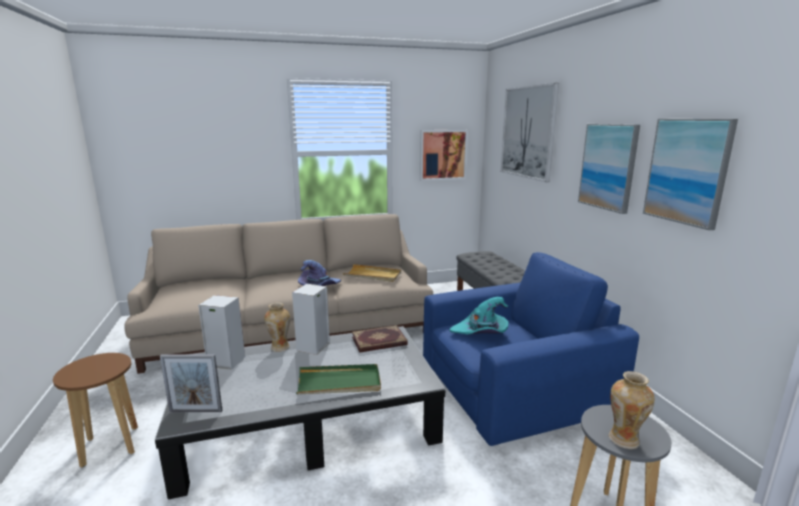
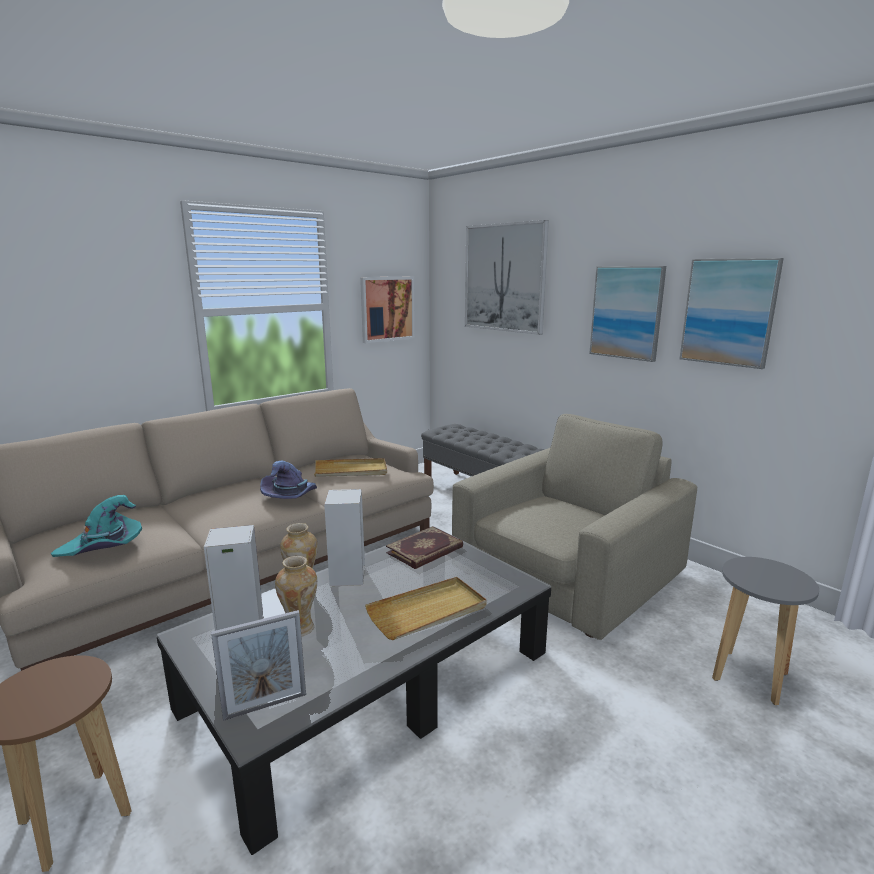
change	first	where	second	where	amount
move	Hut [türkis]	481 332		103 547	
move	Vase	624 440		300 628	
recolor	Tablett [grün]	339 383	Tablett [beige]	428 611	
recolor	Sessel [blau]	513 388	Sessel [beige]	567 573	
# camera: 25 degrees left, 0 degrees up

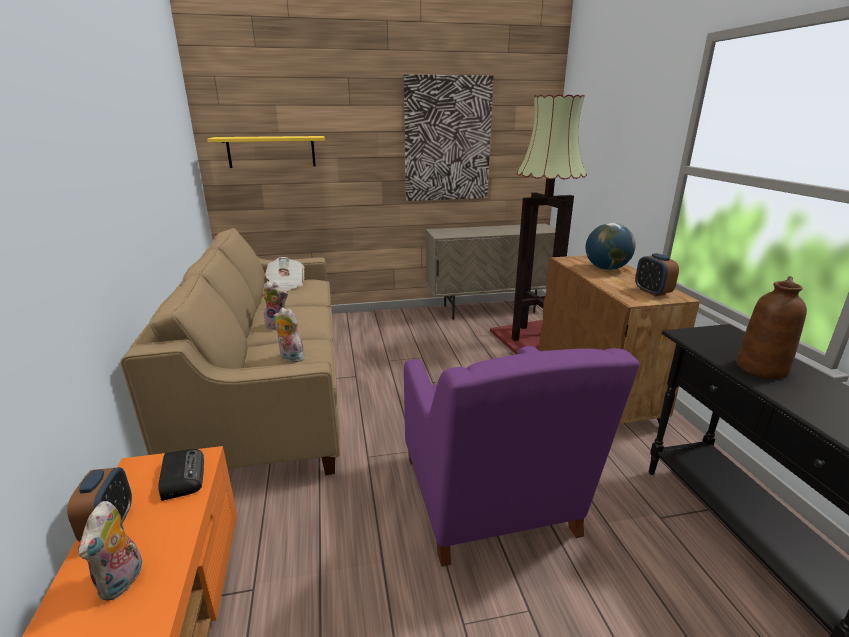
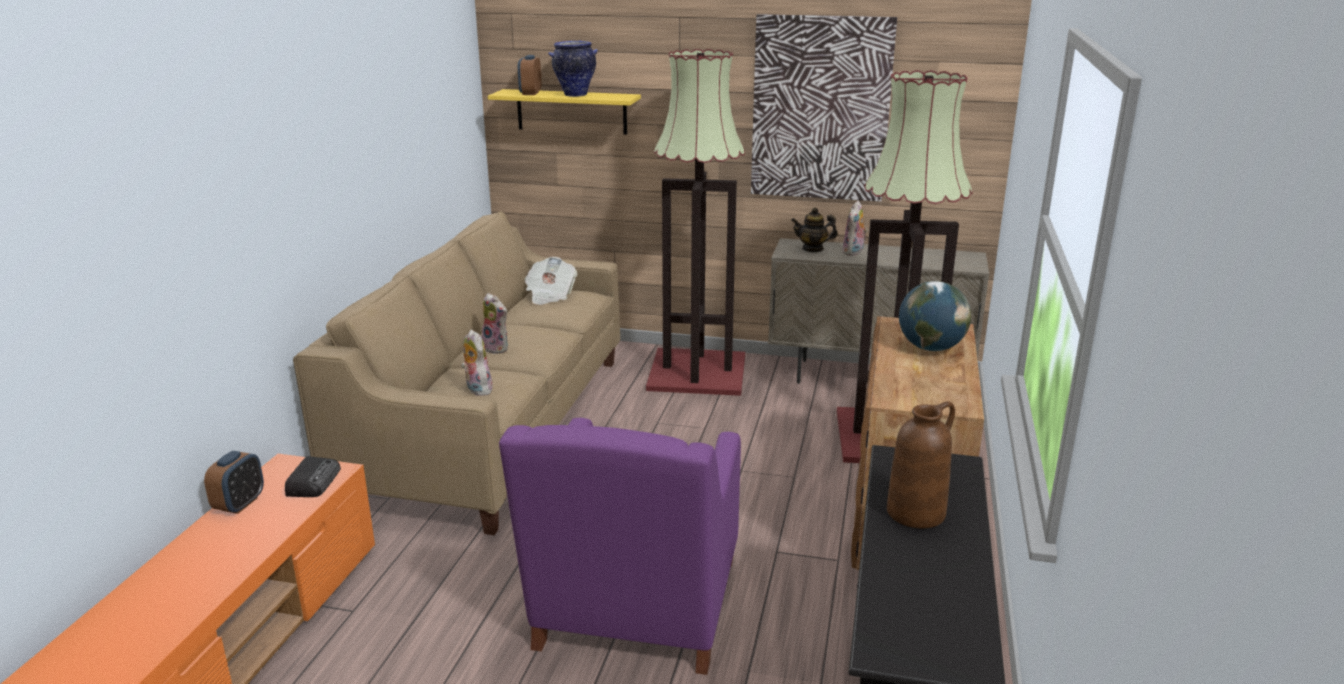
change	first	where	second	where	amount
move	Wecker	652 292		530 93	
insert			Vase	575 95	
insert			Stehlampe	698 373	
insert			Teekanne	813 249	
move	Plüschtier	123 581		854 252	
# camera: 25 degrees right, 0 degrees up

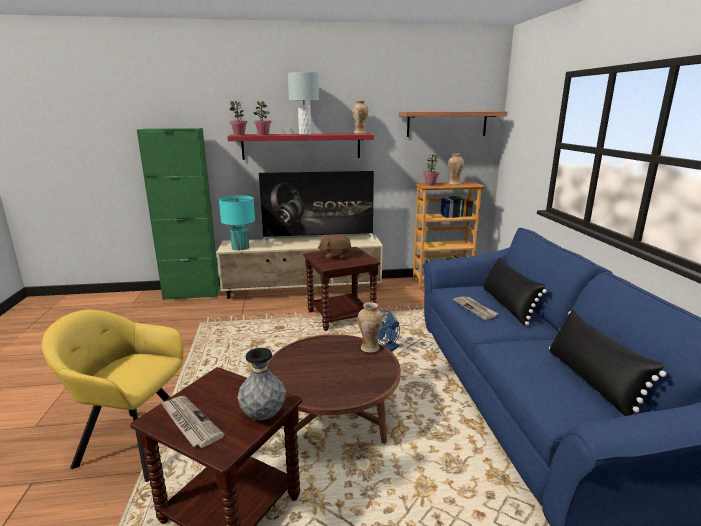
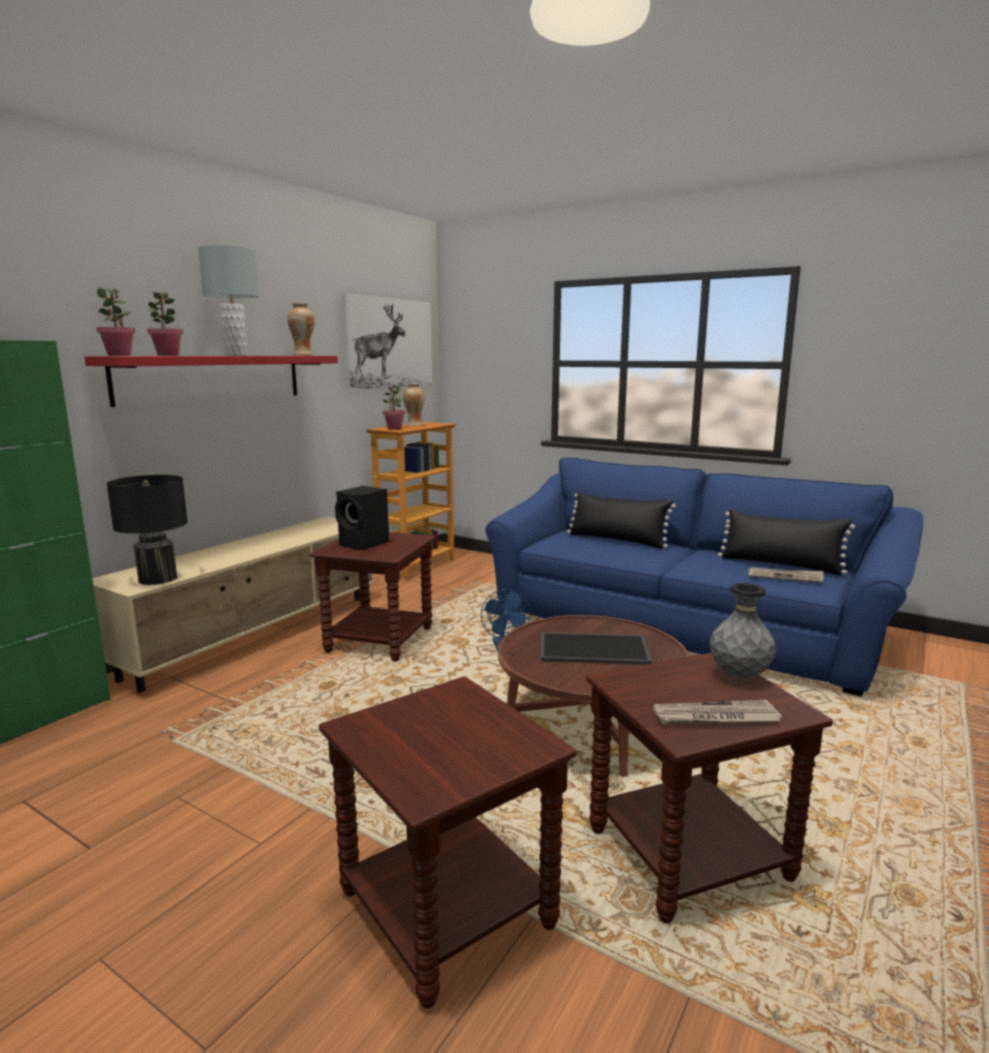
change	first	where	second	where	amount
recolor	Tischlampe [türkis]	240 247	Tischlampe [schwarz]	158 579	
replace	Sessel [gelb]	133 443	Beistelltisch [braun]	444 909	
replace	Plüschtier [braun]	335 256	Lautsprecher [schwarz]	365 544	
replace	Wandregal	447 123	Bild	389 343	
insert			Tablett	594 648	
move	Zeitung	475 309		785 577	
delete	Fernseher	319 240			
delete	Vase	370 348			
# camera: 50 degrees left, 5 degrees down

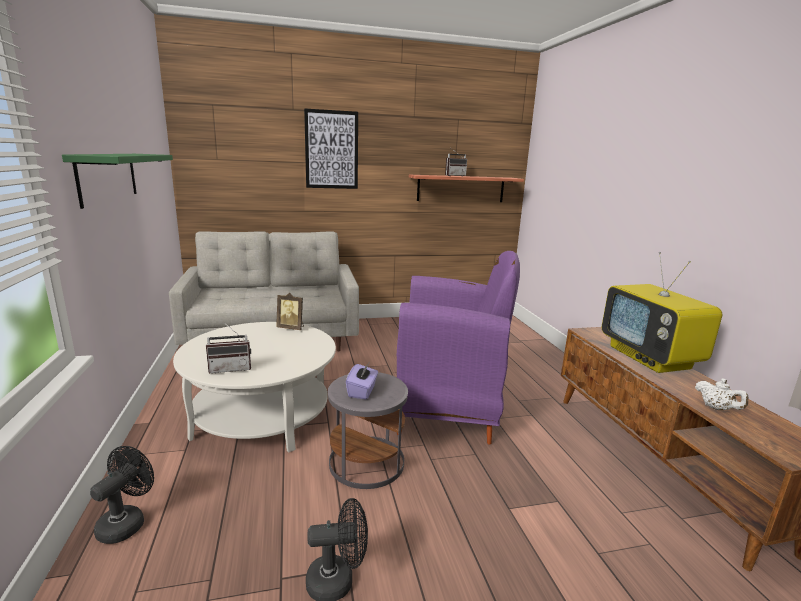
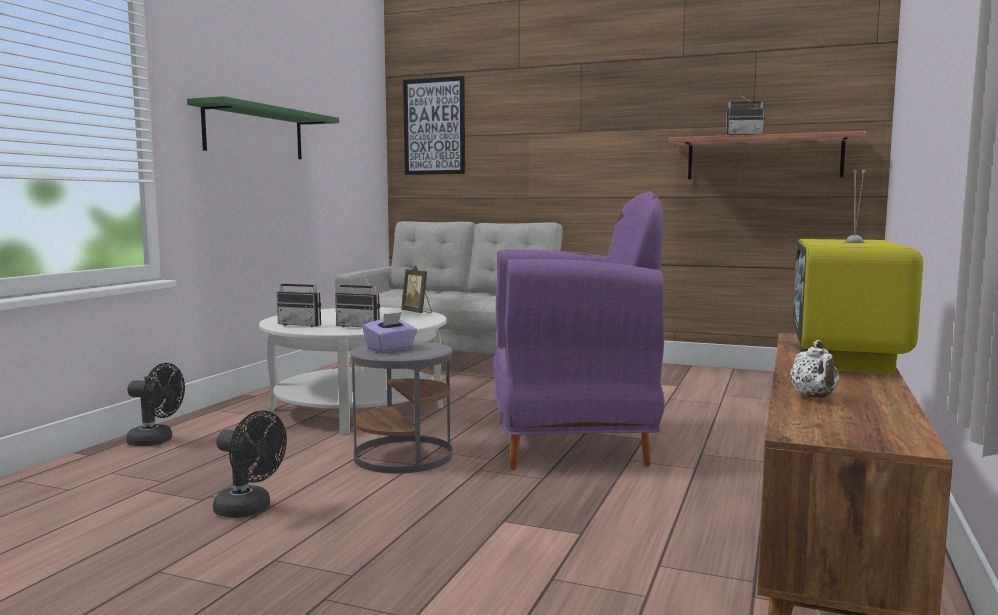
change	first	where	second	where	amount
rotate	Ventilator [schwarz]	127 522		157 441	45 degrees clockwise
insert			Radio	361 326	
move	Bild	331 150		434 126	
rotate	Sessel [lila]	448 411		573 443	45 degrees counterclockwise
# camera: 35 degrees right, 10 degrees down

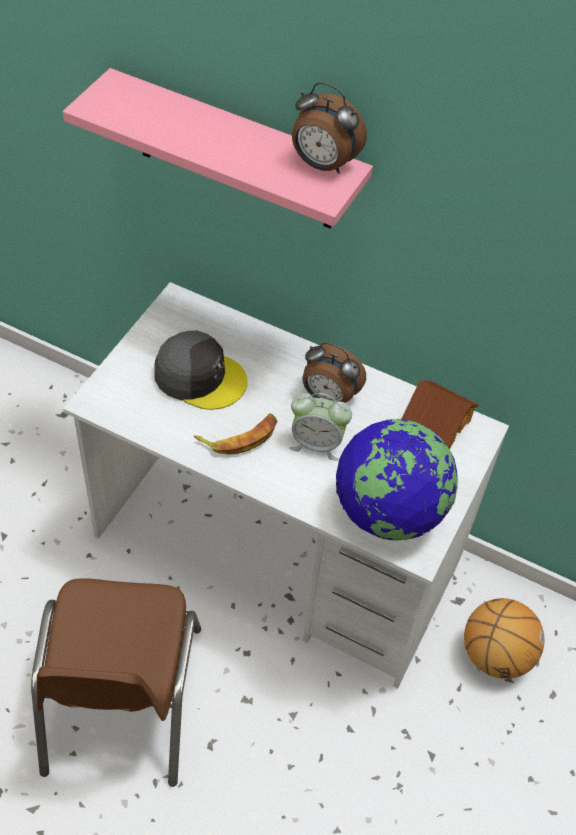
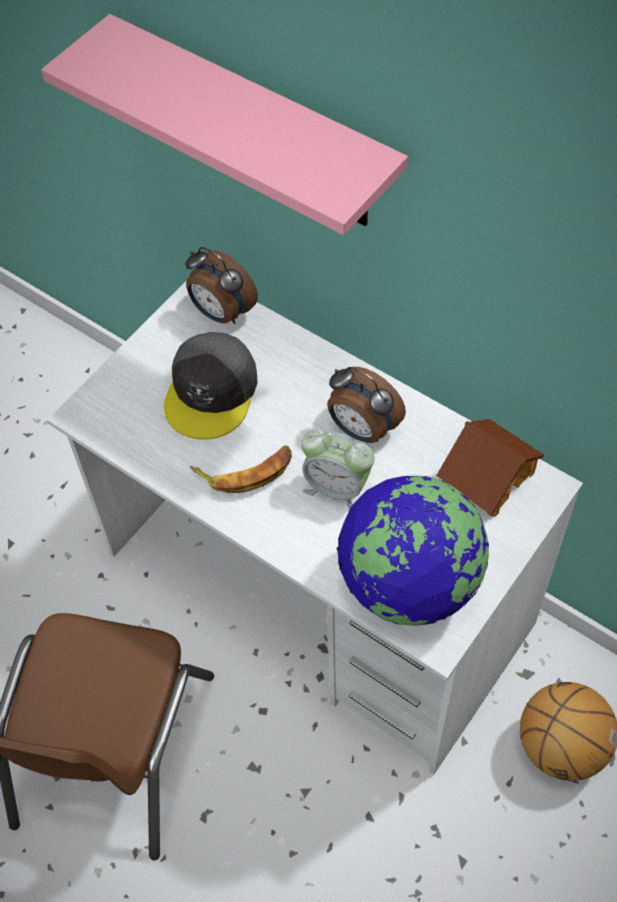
change	first	where	second	where	amount
rotate	Kappe [grau]	200 377		212 392	75 degrees clockwise
move	Wecker	322 165		221 313	
# camera: 15 degrees right, 5 degrees up

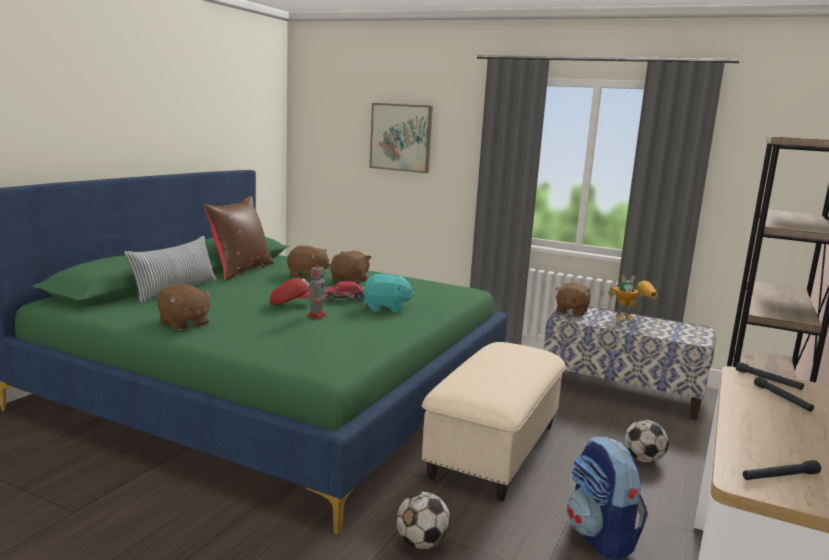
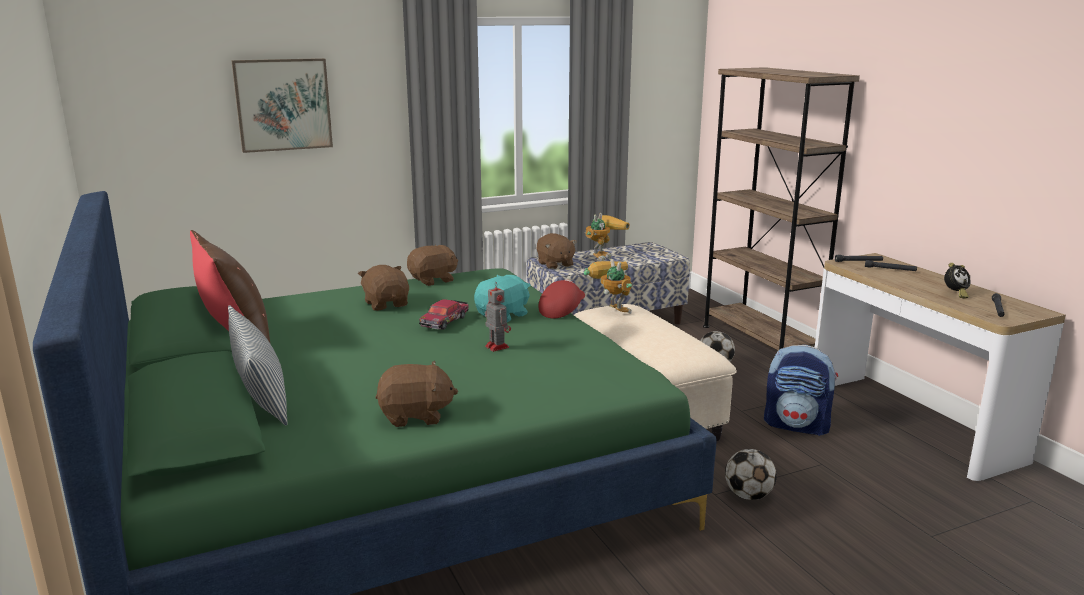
change	first	where	second	where	amount
move	Plüschtier [braun]	308 275		433 280	
move	Kappe [rot]	293 304		561 310	
insert			Spielzeugroboter	610 310	
insert			Wecker	955 294	
# camera: 50 degrees left, 5 degrees up

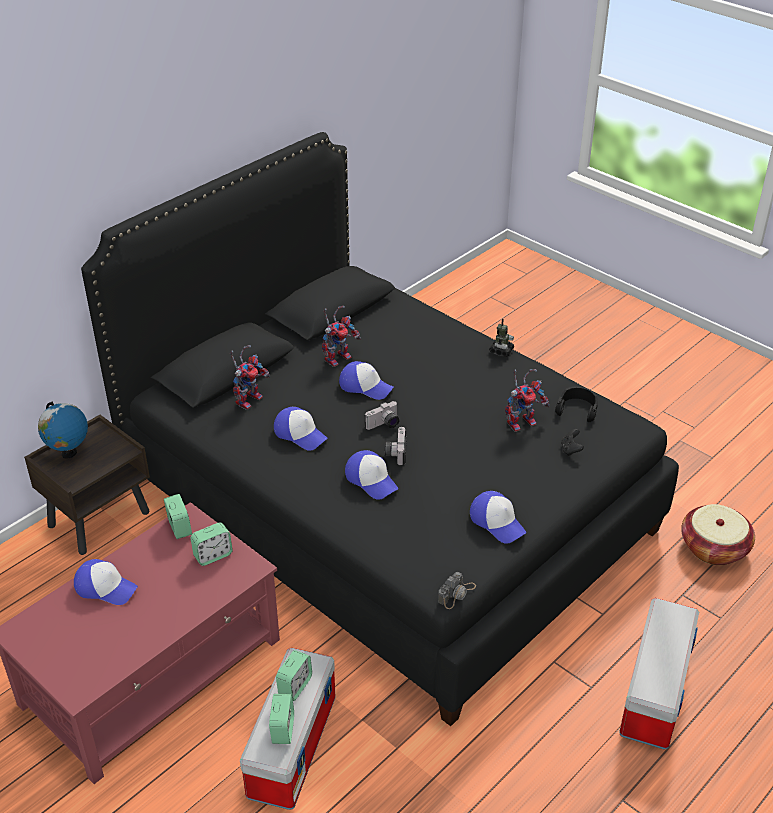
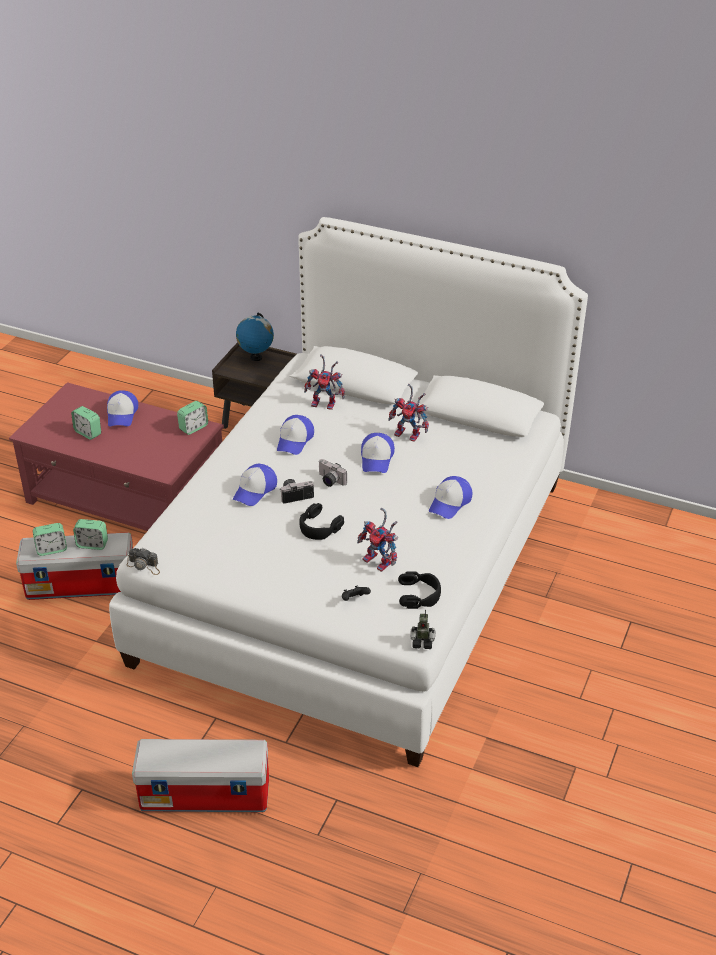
change	first	where	second	where	amount
move	Wecker	213 555		88 433	
recolor	Bett [schwarz]	385 504	Bett [weiß]	357 568	
insert			Kopfhörer [schwarz]	319 527	
move	Spielzeugroboter	501 351		422 642	
move	Kappe	497 522		450 502	
delete	Korb	714 548			
# camera: 70 degrees right, 0 degrees up

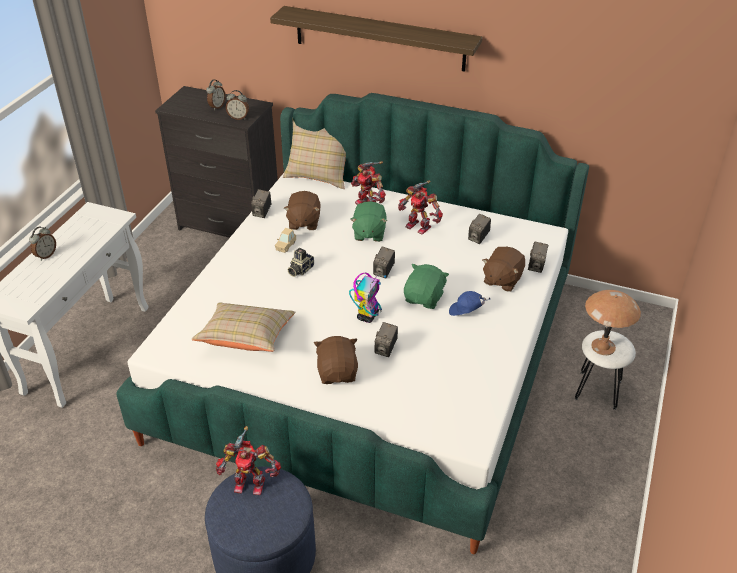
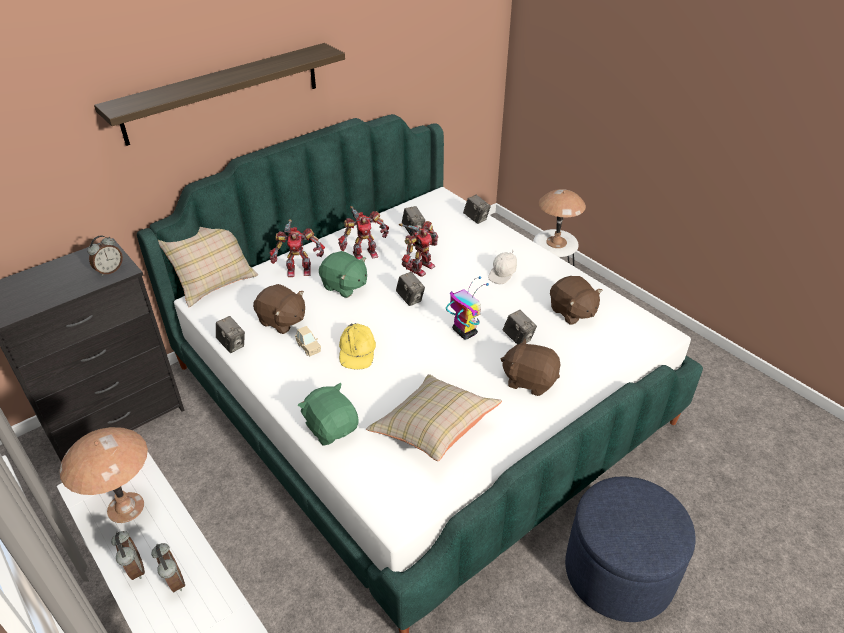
change	first	where	second	where	amount
insert			Tischlampe [braun]	126 507	
move	Wecker	217 107		173 581	
move	Plüschtier [grün]	424 298		331 427	
replace	Kamera	300 270	Kappe [gelb]	357 351	
move	Spielzeugroboter	250 483		420 267	
recolor	Kappe [blau]	466 312	Kappe [weiß]	503 275	
move	Plüschtier [braun]	502 280		572 312	
# camera: 60 degrees left, 0 degrees up

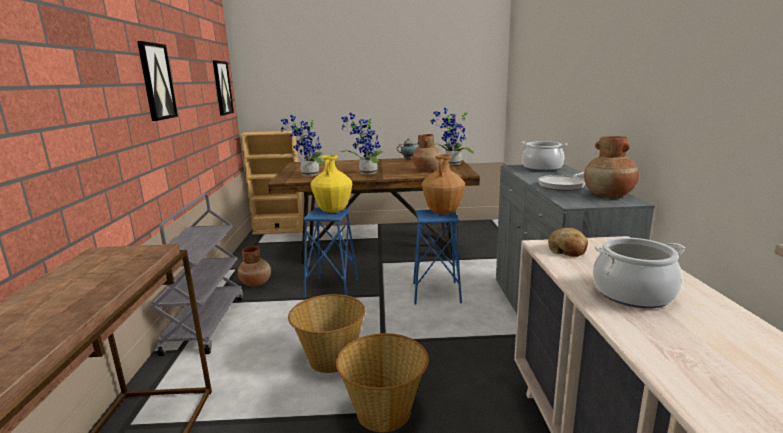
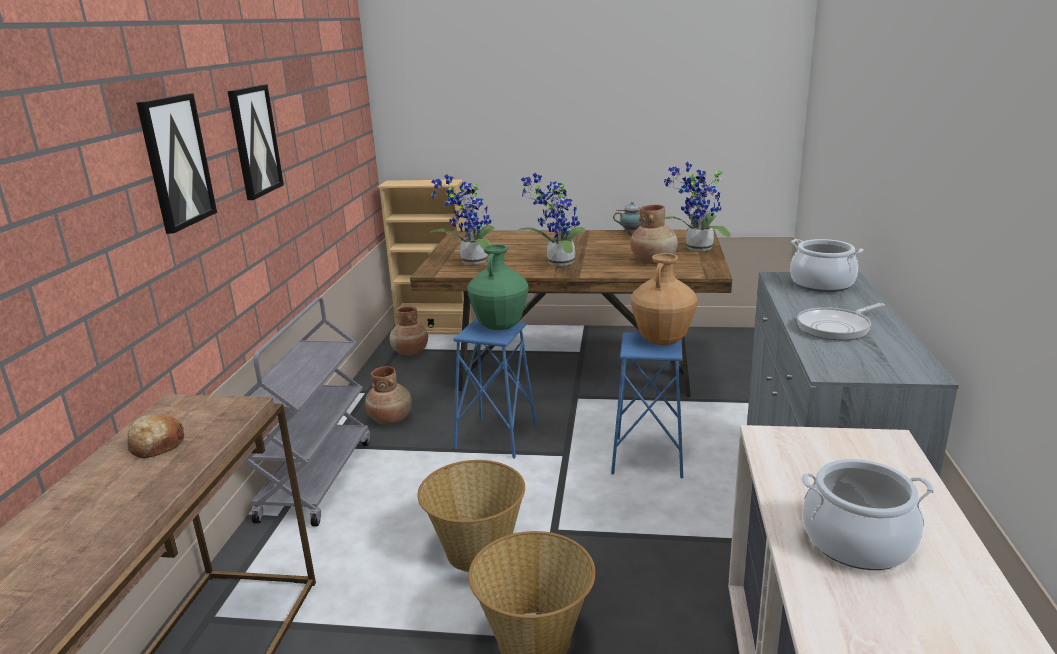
change	first	where	second	where	amount
move	Brot	567 250		156 445	
move	Bild	222 88		176 162	
move	Vase [braun]	608 195		410 352	
recolor	Vase [gelb]	333 211	Vase [grün]	499 327	
# camera: 10 degrees right, 5 degrees up

